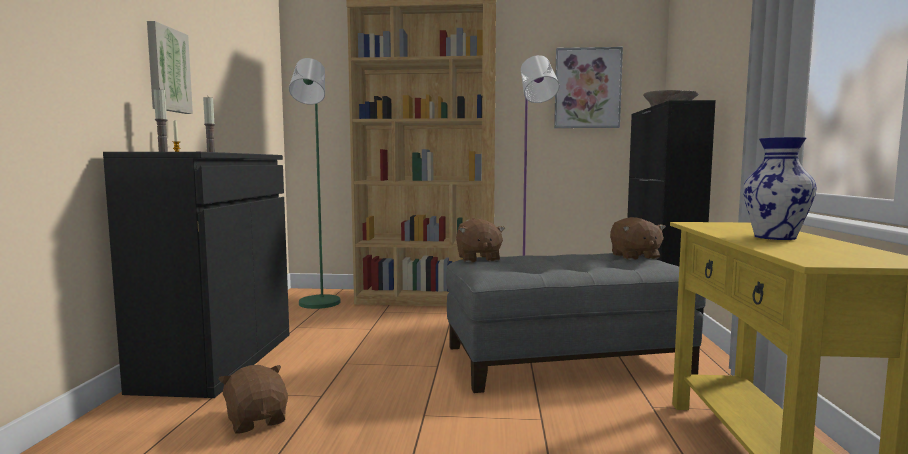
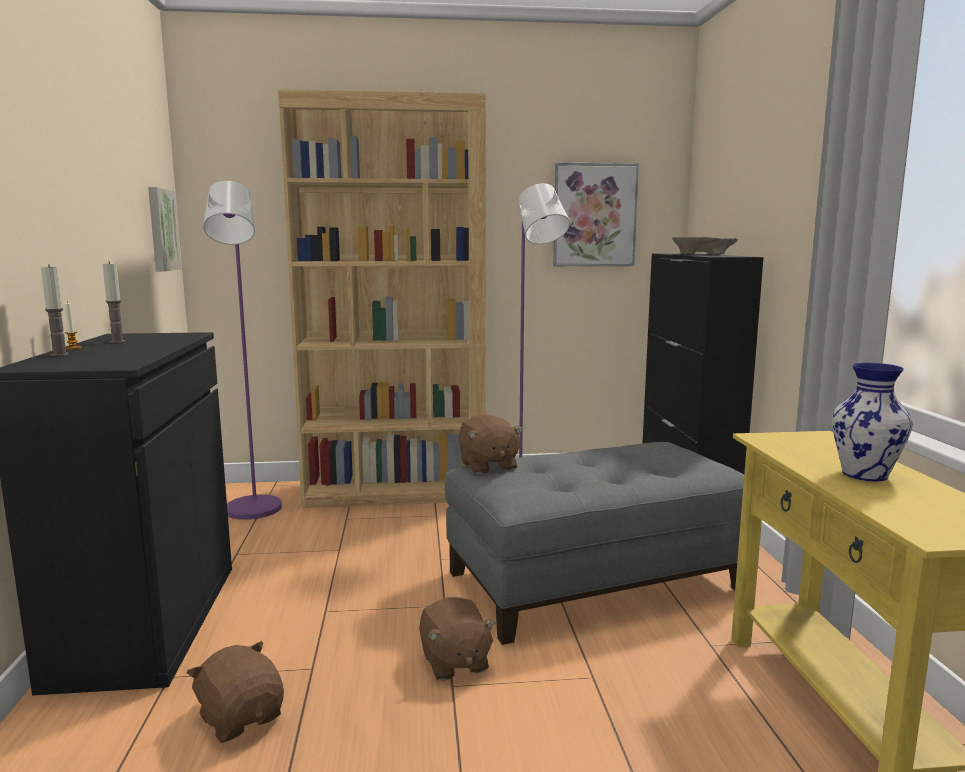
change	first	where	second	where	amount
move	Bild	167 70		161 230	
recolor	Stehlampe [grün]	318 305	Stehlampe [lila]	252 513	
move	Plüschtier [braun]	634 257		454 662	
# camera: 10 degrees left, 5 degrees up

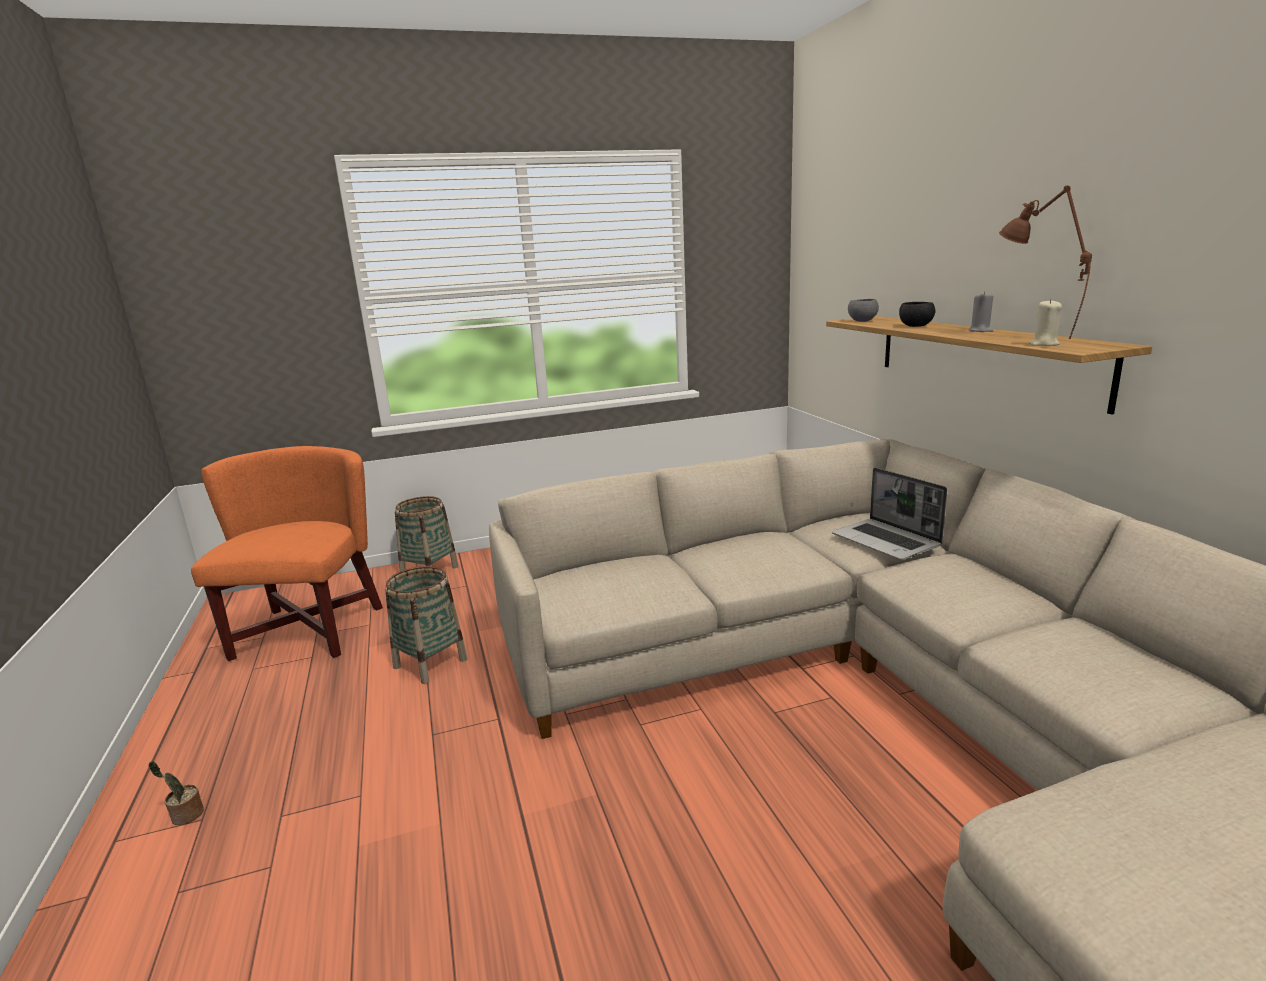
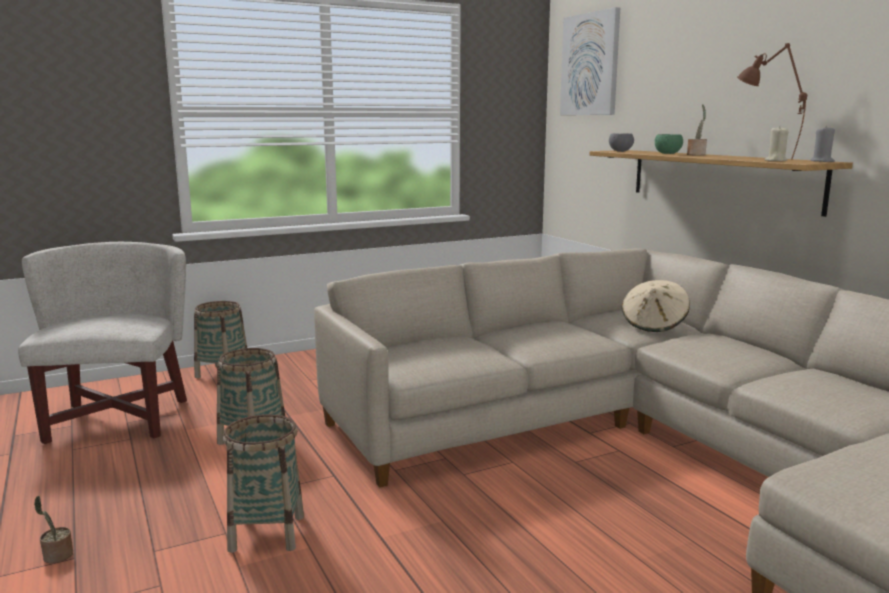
change	first	where	second	where	amount
recolor	Sessel [orange]	308 631	Sessel [weiß]	117 420	
insert			Korb	267 533	
insert			Bild	590 64	
replace	Laptop	887 541	Hut [beige]	654 325	
recolor	Schüssel [schwarz]	916 326	Schüssel [grün]	667 153	
insert			Topfpflanze	696 154	
move	Kerze [grau]	980 331		822 161	
# camera: 10 degrees left, 5 degrees down

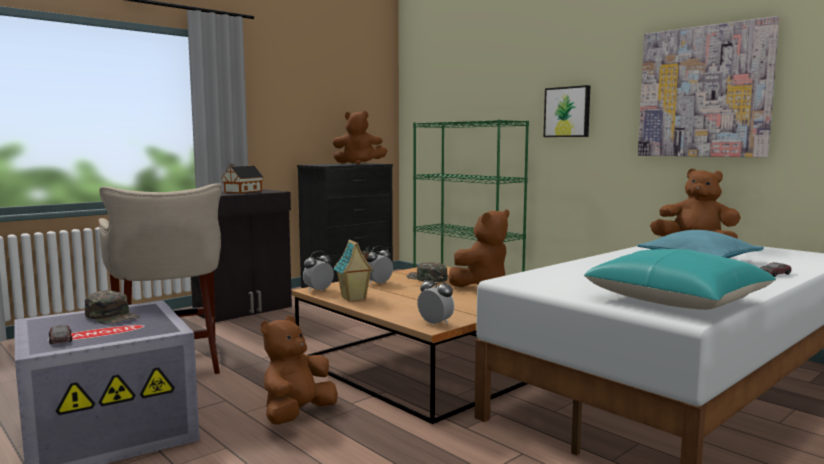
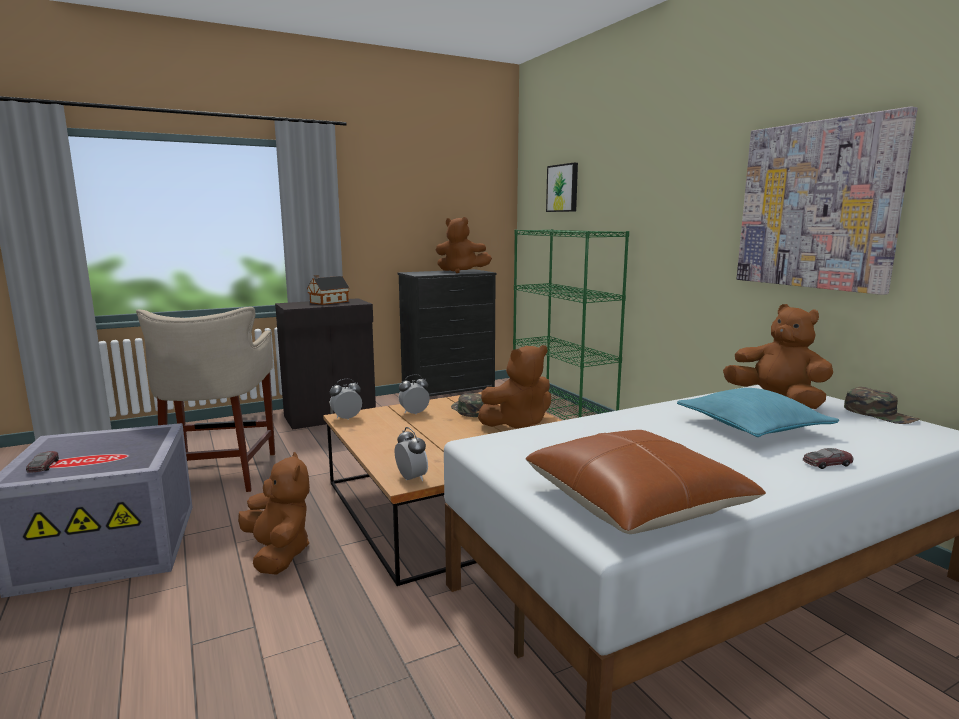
change	first	where	second	where	amount
rotate	Plüschtier [braun]	297 415		278 553	105 degrees clockwise
recolor	Kissen [türkis]	676 300	Kissen [braun]	635 502	
move	Bild	567 112		563 188	
move	Kappe [grün]	112 316		880 414	
delete	Spielzeughaus	353 298			
# camera: 15 degrees right, 5 degrees up

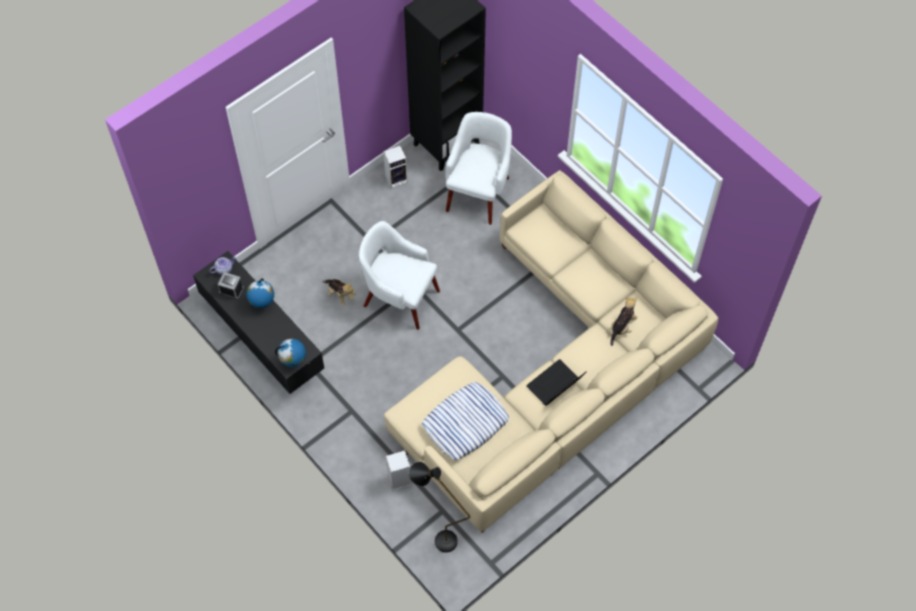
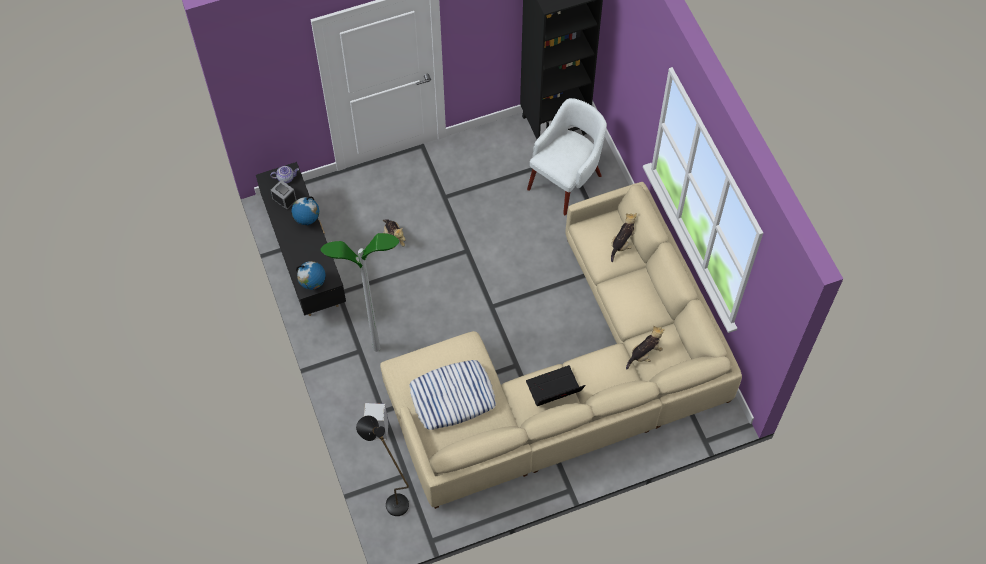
change	first	where	second	where	amount
insert			Stehlampe	376 347	
insert			Plüschtier	622 243	
delete	Sessel [weiß]	399 297			
delete	Lautsprecher	397 178			
# camera: 20 degrees right, 0 degrees up

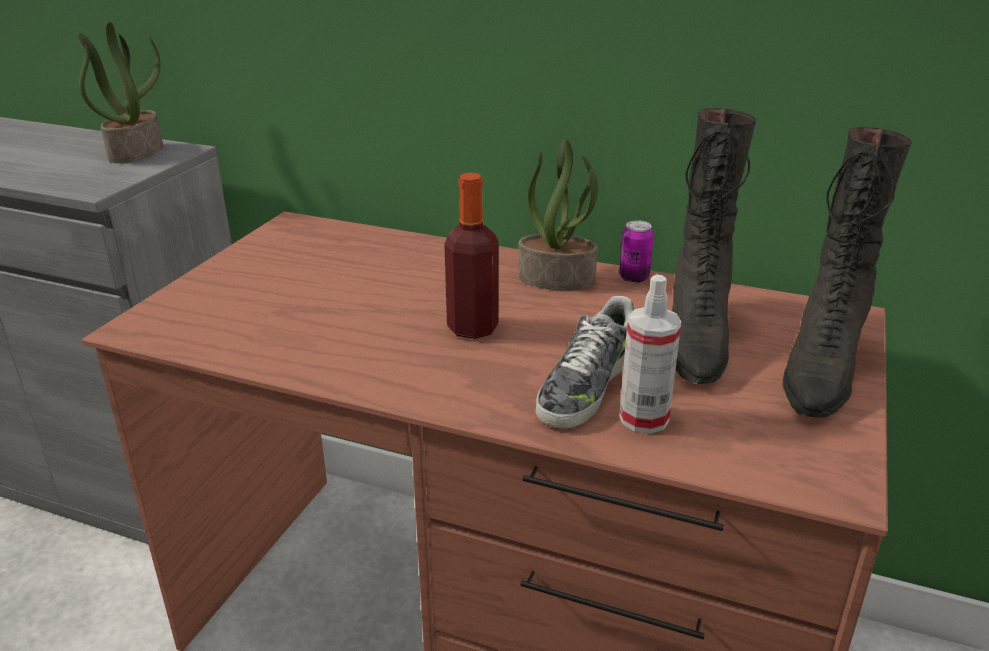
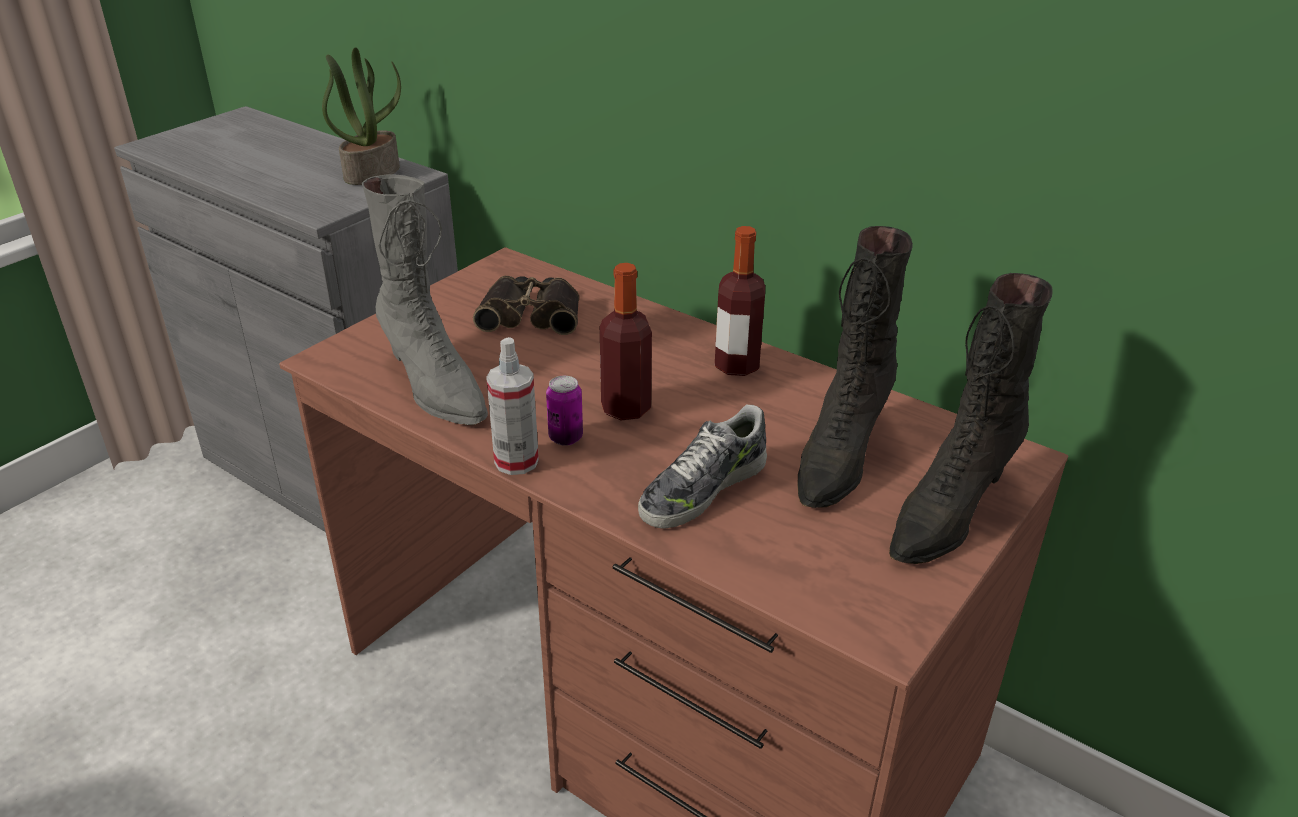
change	first	where	second	where	amount
insert			Stiefel [grau]	434 387	
insert			Fernglas	532 315	
move	Sprühflasche	644 418		516 461	
move	Dose	634 278		565 438	
replace	Topfpflanze	557 278	Flasche	736 365	
# camera: 15 degrees right, 5 degrees up

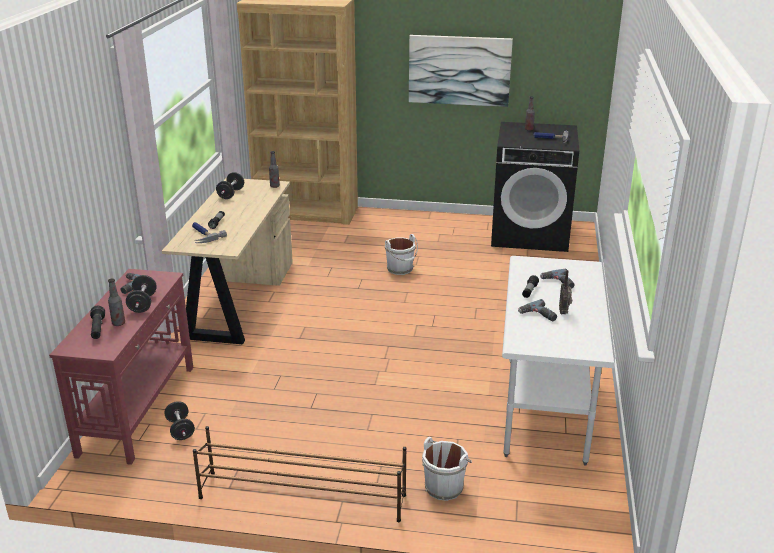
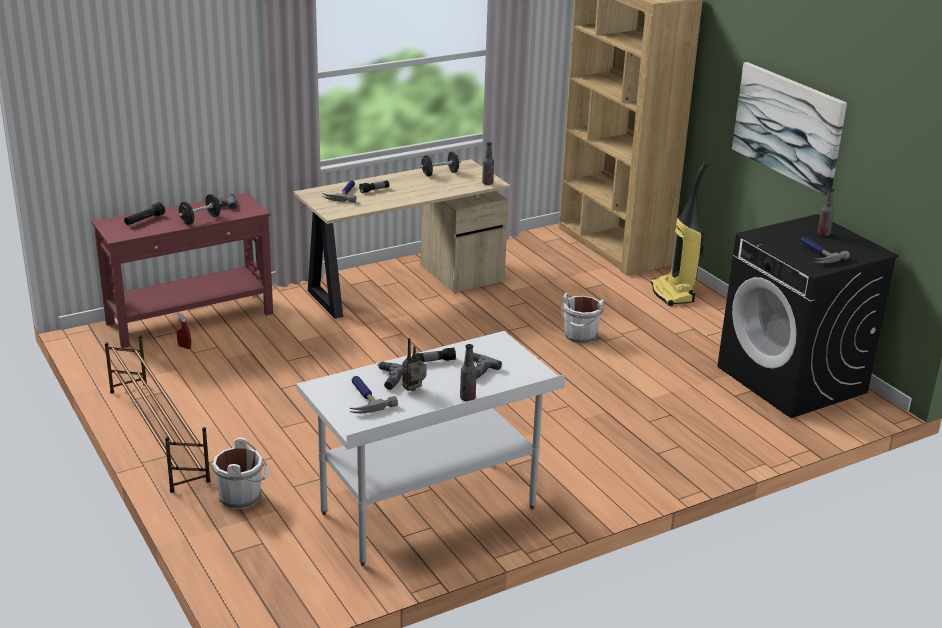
change	first	where	second	where	amount
replace	Hantel [schwarz]	180 430	Sprühflasche [rot]	184 347	
insert			Hammer	363 398	
move	Flasche	118 323		467 398	
insert			Staubsauger	673 294	
# camera: 50 degrees right, 0 degrees up

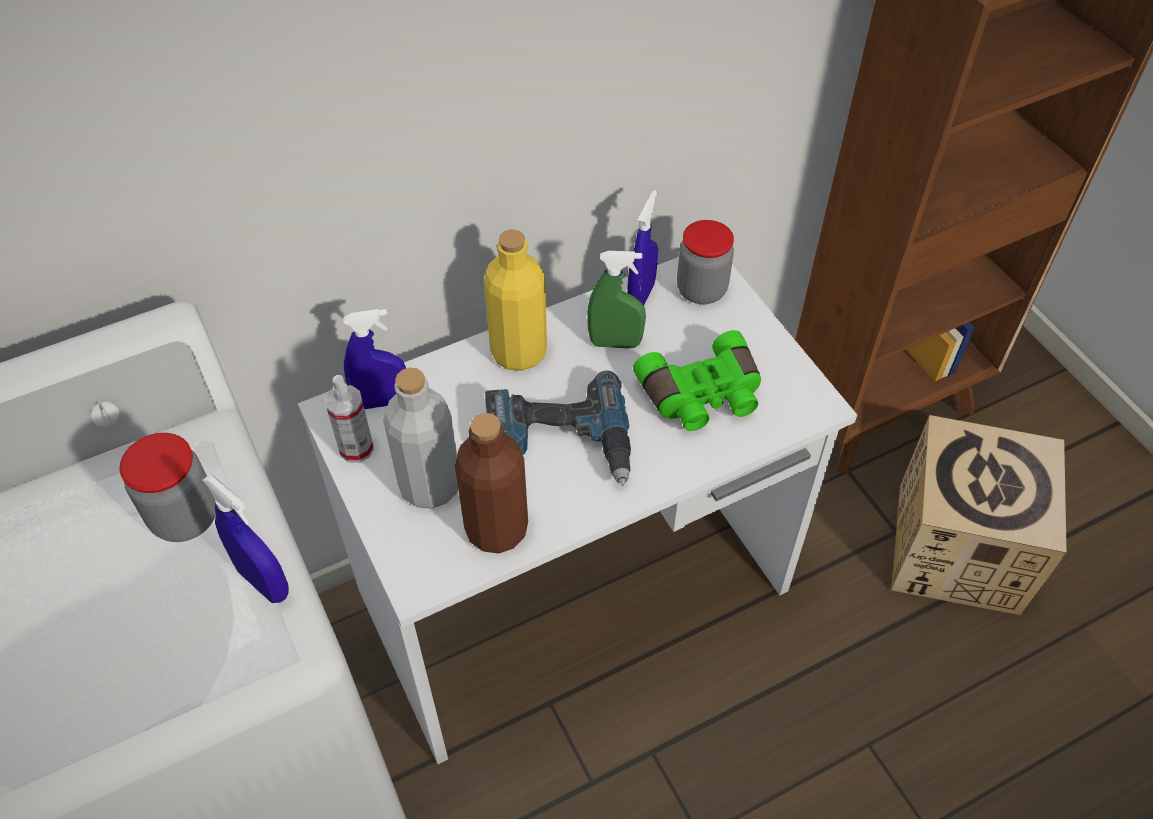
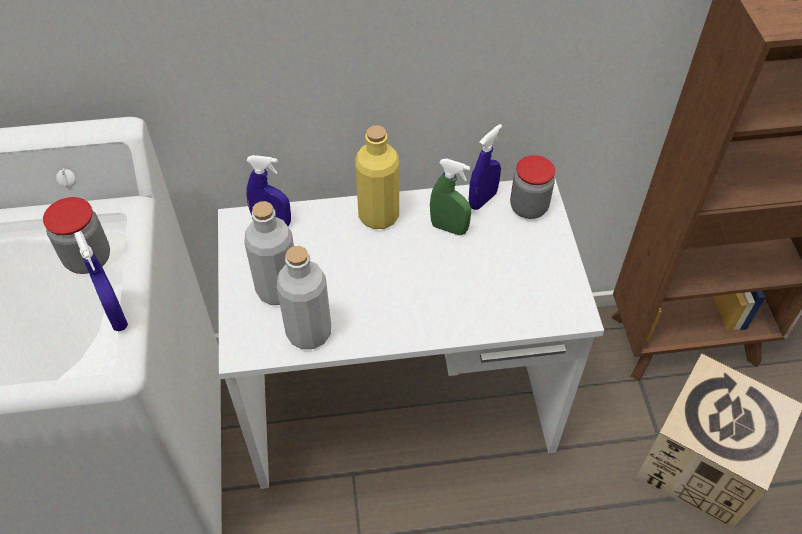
change	first	where	second	where	amount
recolor	Flasche [braun]	496 529	Flasche [grau]	309 332	
delete	Sprühflasche	356 448			
delete	Bohrmaschine	559 442			
delete	Fernglas [grün]	702 396			
# camera: 20 degrees right, 0 degrees up

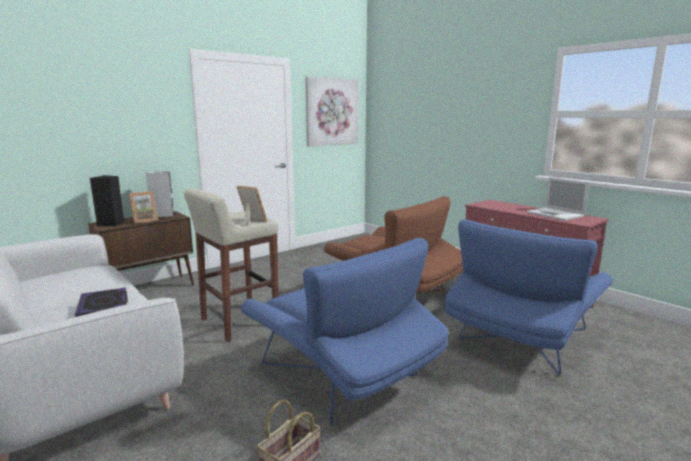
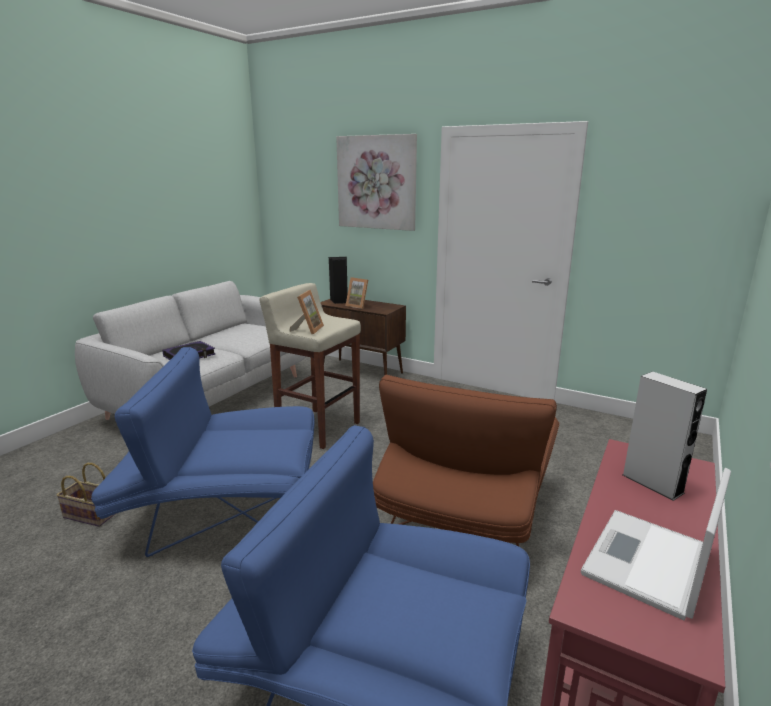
change	first	where	second	where	amount
rotate	Sessel [blau]	344 377		223 514	60 degrees clockwise
move	Bild	332 112		376 182	
move	Lautsprecher [grau]	162 216		652 483	
# camera: 70 degrees right, 5 degrees up

